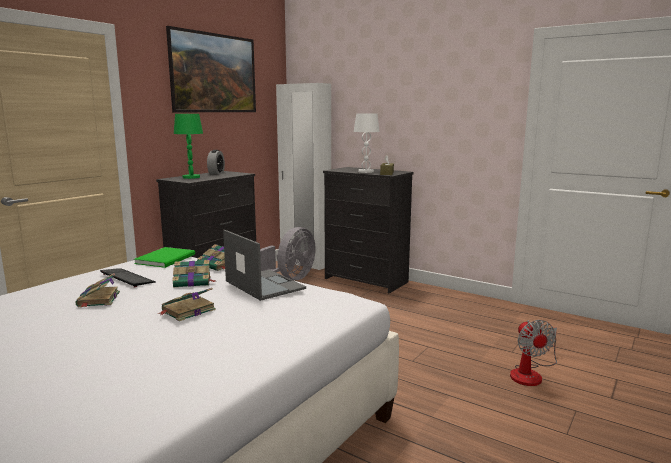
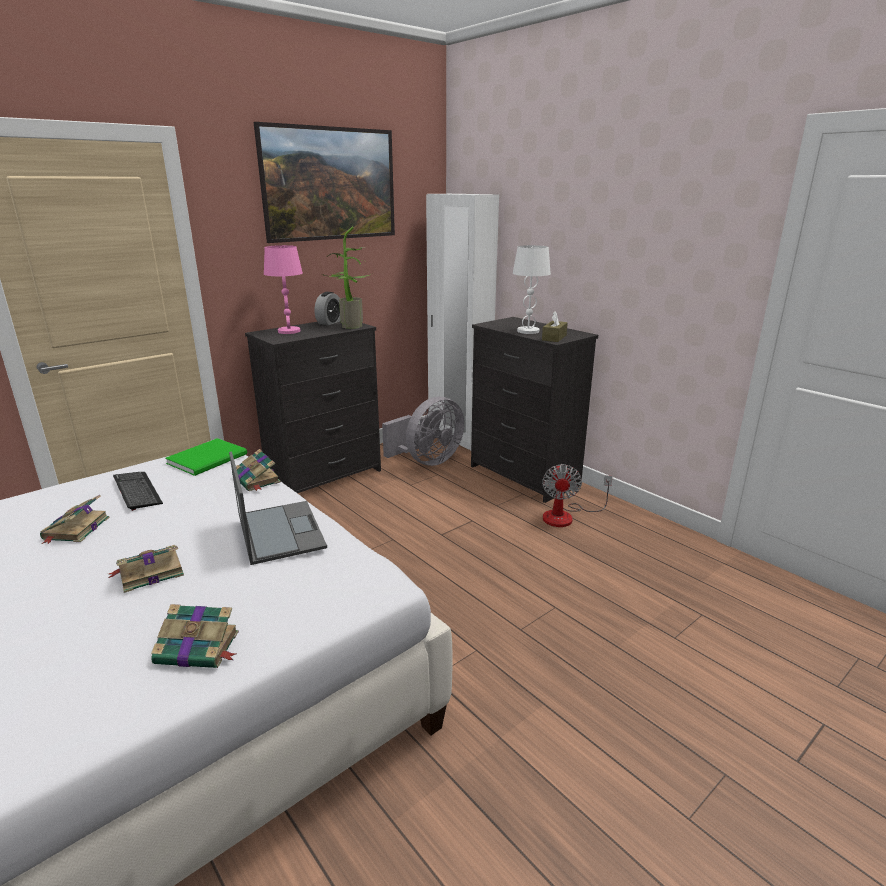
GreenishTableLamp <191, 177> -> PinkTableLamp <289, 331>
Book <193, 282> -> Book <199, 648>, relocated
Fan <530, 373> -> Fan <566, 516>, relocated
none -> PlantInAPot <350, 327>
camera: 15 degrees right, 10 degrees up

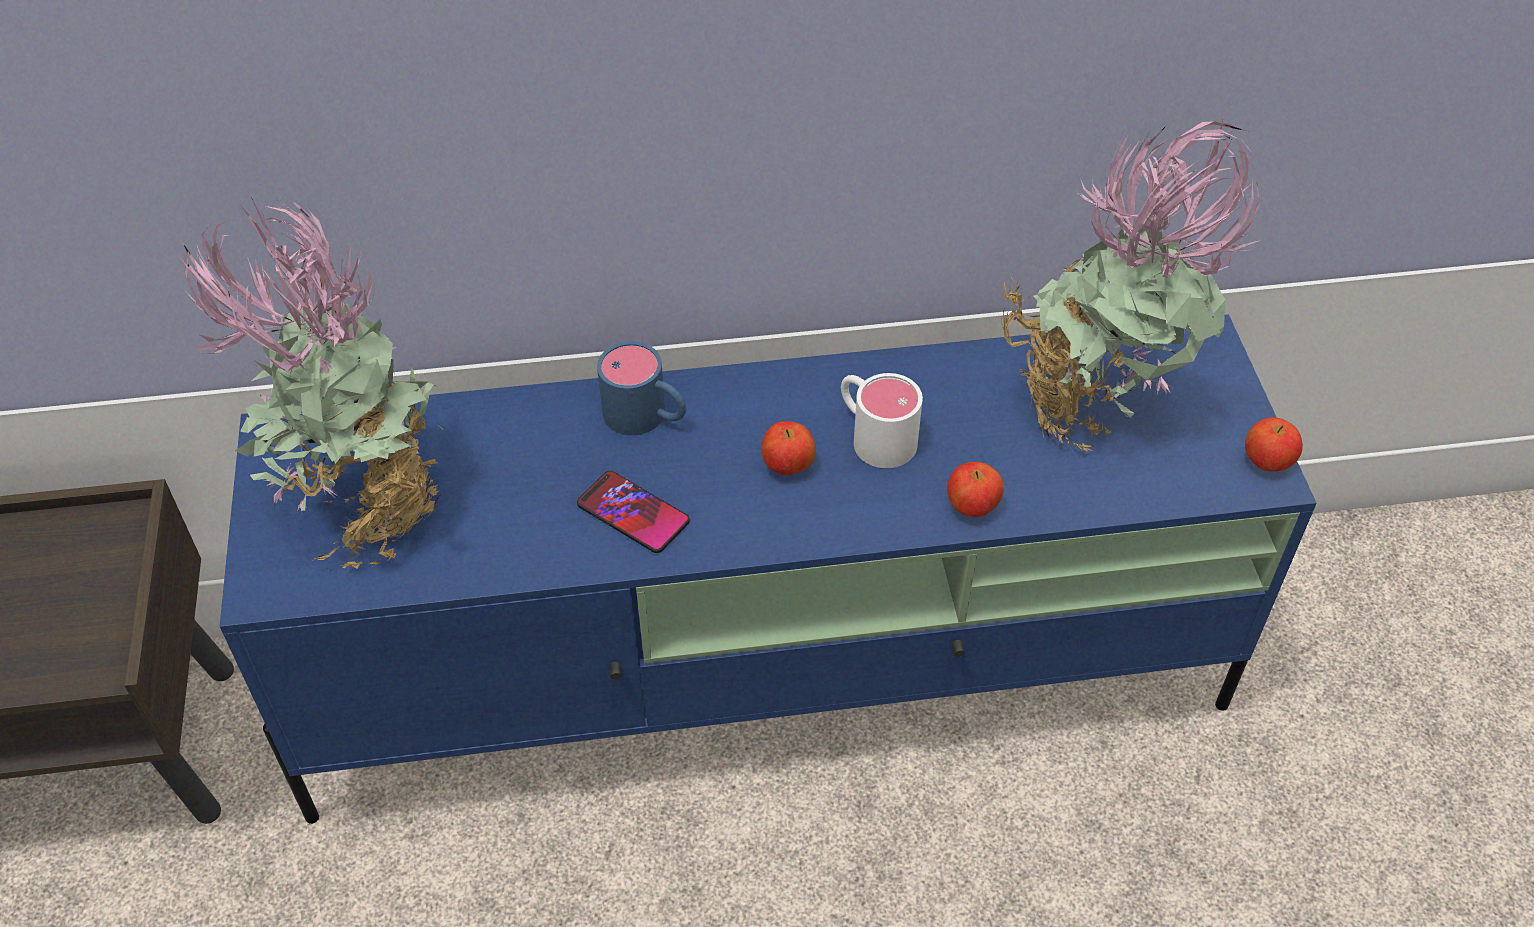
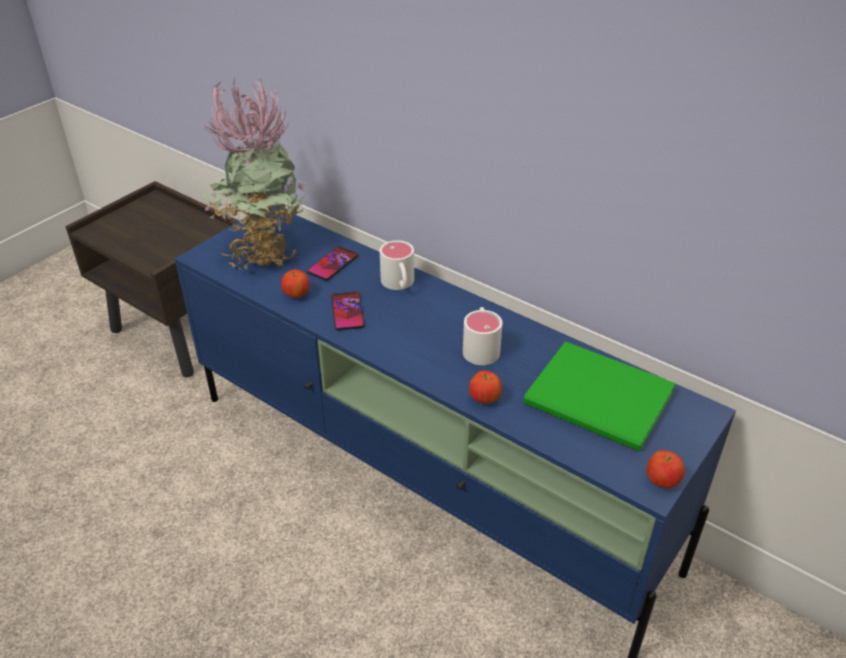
PlantInAPot <1095, 408> -> GreenishBook <601, 402>
BlueTeaMug <647, 417> -> WhitishTeaMug <399, 284>
Apple <788, 466> -> Apple <296, 295>, relocated
none -> Telephone <333, 264>
camera: 45 degrees right, 10 degrees down

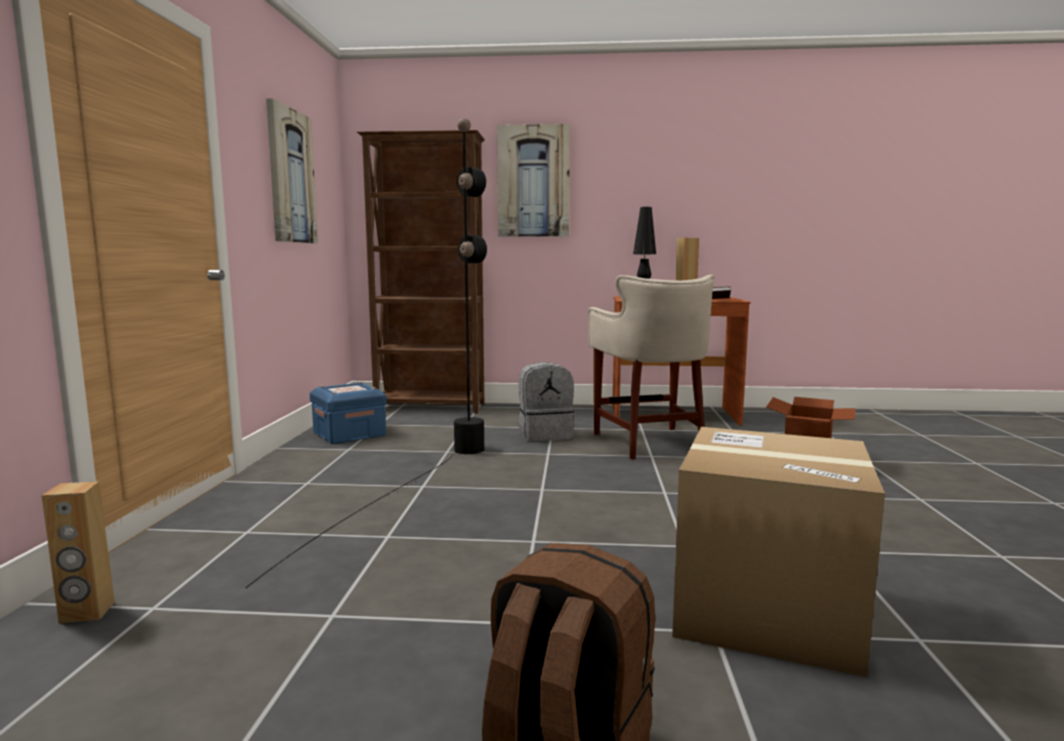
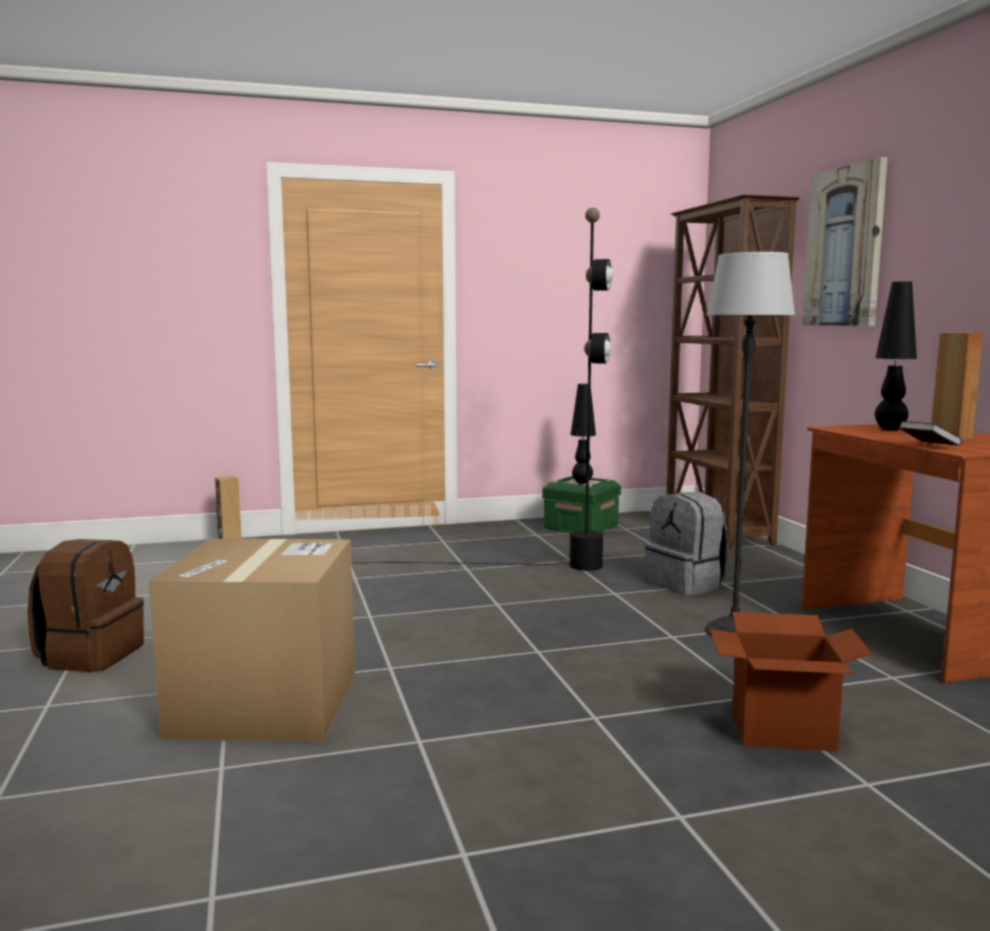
WallArt <291, 176> -> none
SandColouredSittingStool <650, 442> -> StandardLamp <733, 632>
BlueStorageBox <349, 434> -> GreenishStorageBox <581, 527>
none -> BlackColouredTableLamp <582, 482>
camera: 70 degrees right, 0 degrees up

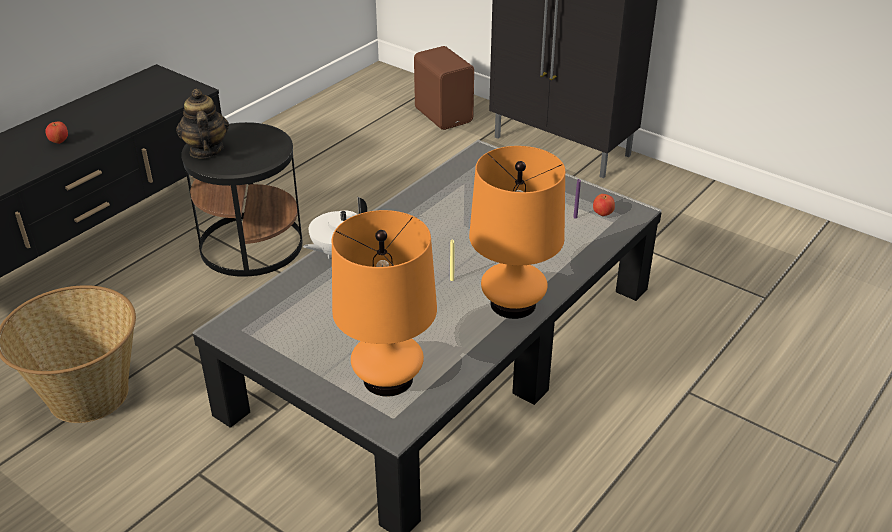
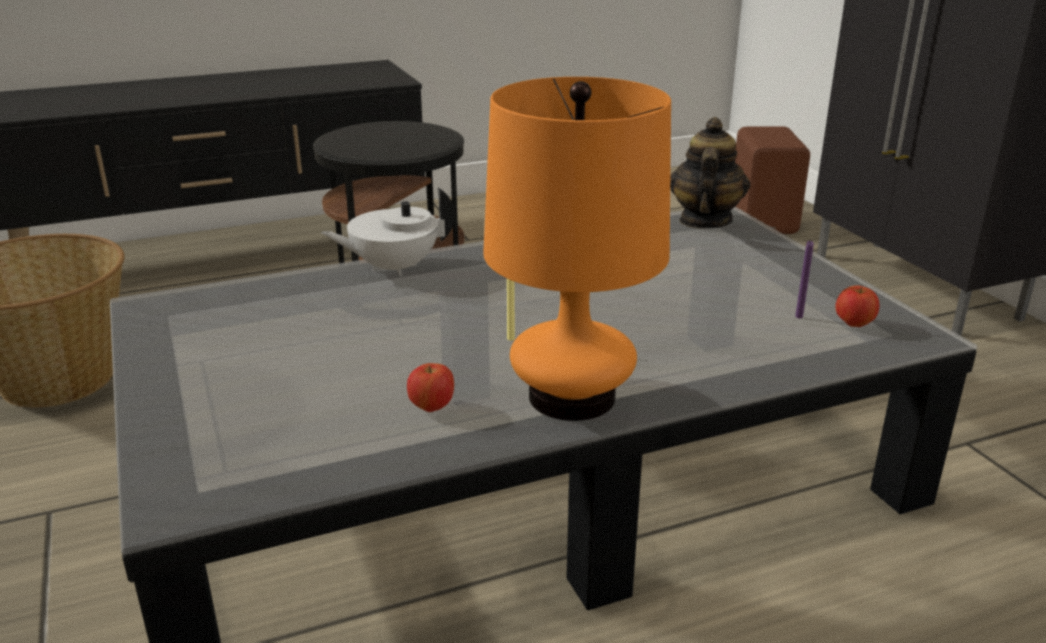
TeaPot <206, 150> -> TeaPot <704, 221>, relocated
Apple <59, 141> -> Apple <432, 407>, relocated
OrangeTableLamp <388, 379> -> none
camera: 30 degrees right, 10 degrees down

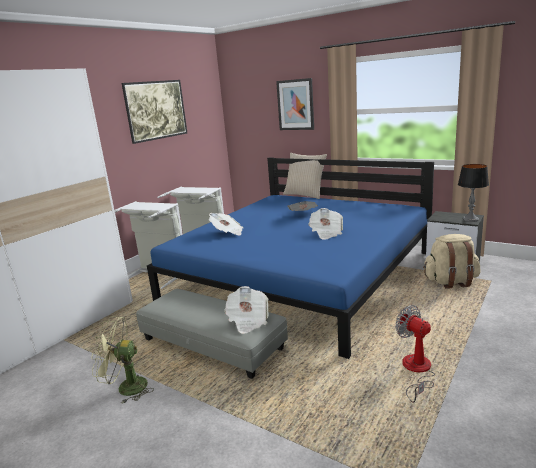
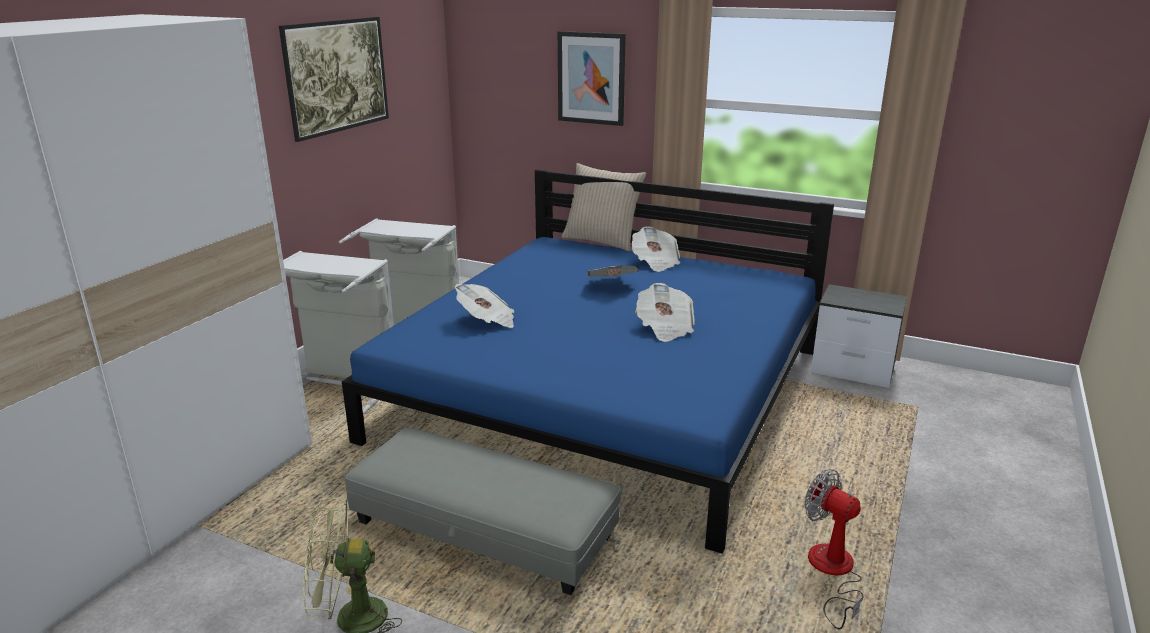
TableLamp <470, 219> -> none
SandColouredBackpack <451, 282> -> none
PrintedPaper <248, 320> -> PrintedPaper <655, 262>, relocated
camera: 10 degrees left, 5 degrees up

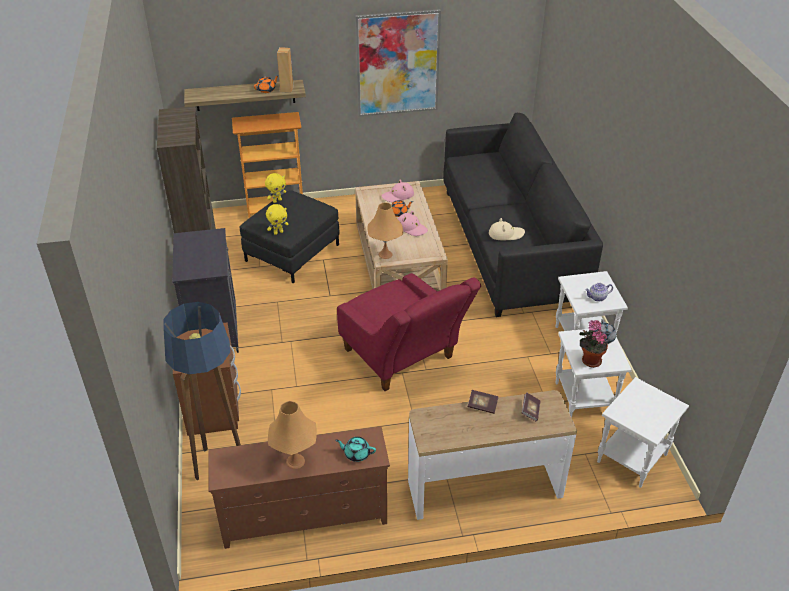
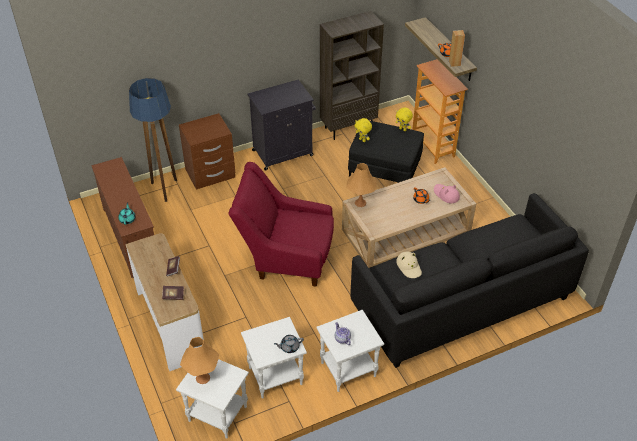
WallArt <397, 64> -> none
PinkClothingHat <411, 228> -> none
ReddishLoungeChair <403, 359> -> ReddishLoungeChair <286, 257>, 60 degrees clockwise
PlantInAPot <589, 360> -> none
OrangeTableLamp <295, 461> -> OrangeTableLamp <202, 378>, relocated
camera: 75 degrees right, 5 degrees up

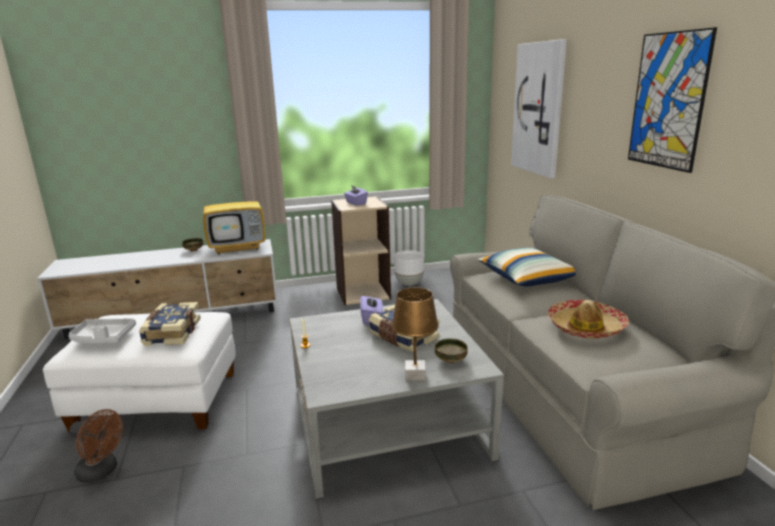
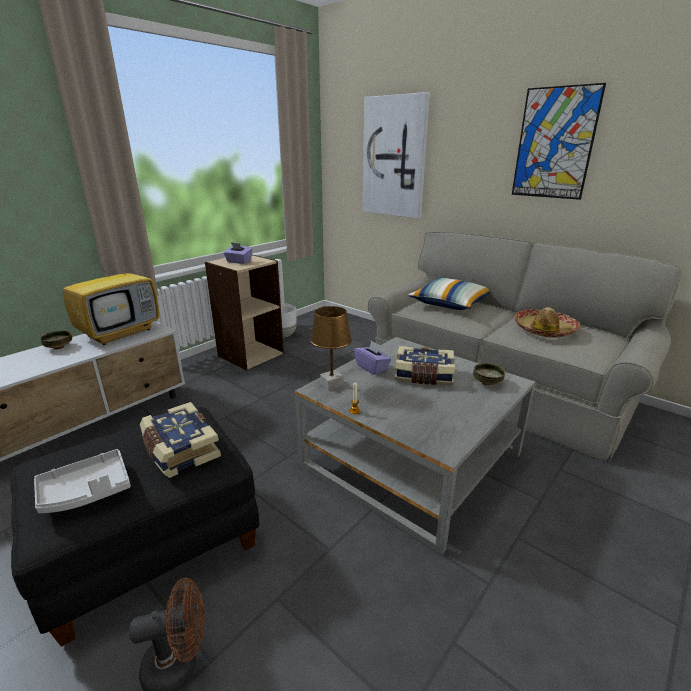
BrownishTableLamp <415, 375> -> BrownishTableLamp <331, 384>, relocated
WhitishFootrest <157, 402> -> BlackColouredFootrest <151, 545>
camera: 35 degrees left, 5 degrees up

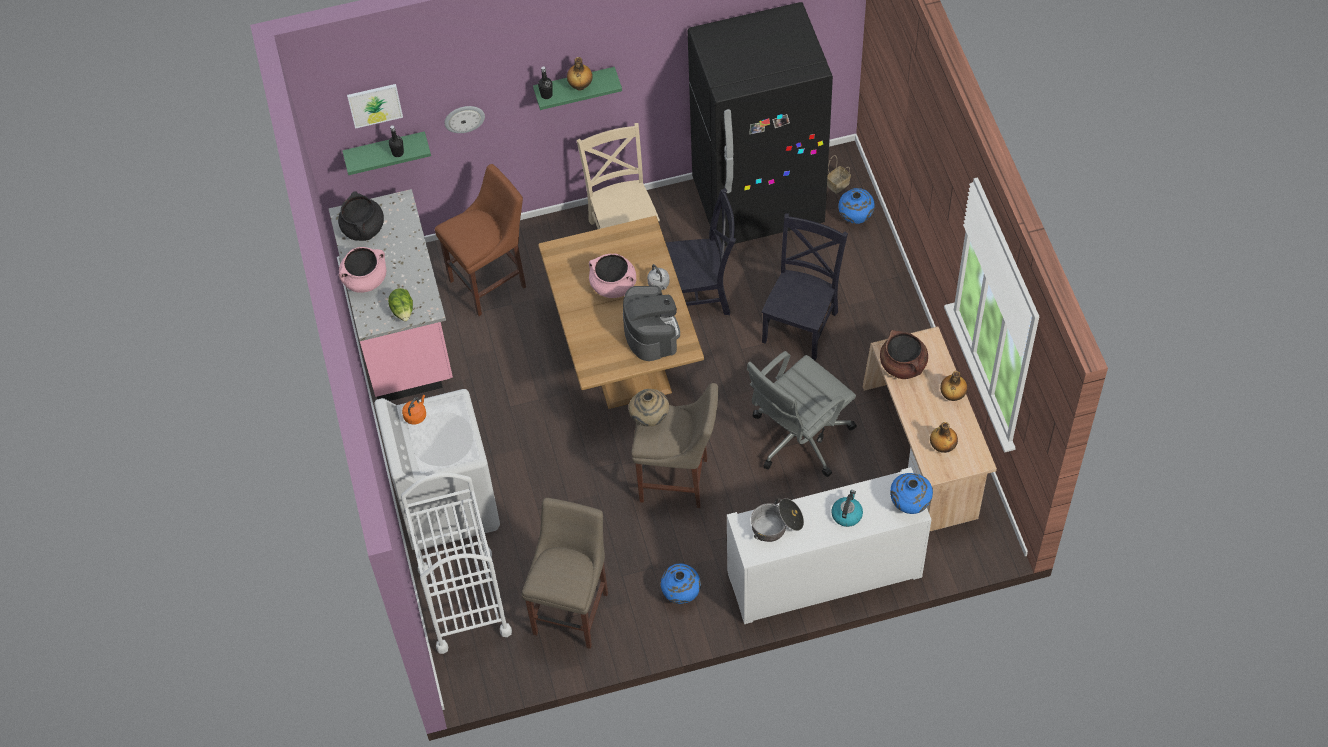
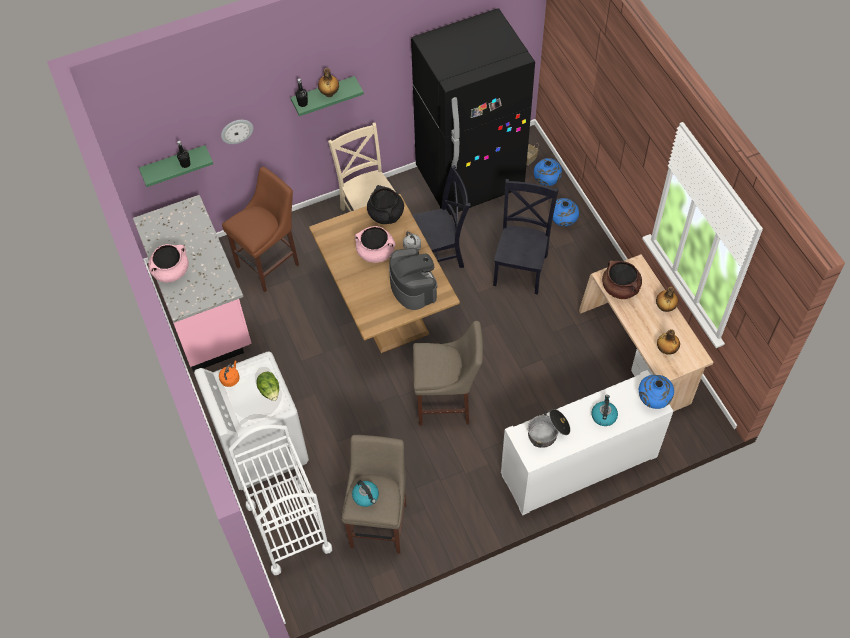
WallArt <375, 105> -> none
BlackColouredStockpot <363, 228> -> BlackColouredStockpot <386, 214>, relocated
Lettuce <403, 311> -> Lettuce <270, 391>, relocated
GreyishComputerChair <798, 437> -> none
SandColouredVase <649, 419> -> none
BlueVase <681, 594> -> BlueVase <563, 222>, relocated
none -> TeaKettle <366, 496>
camera: 10 degrees left, 0 degrees up

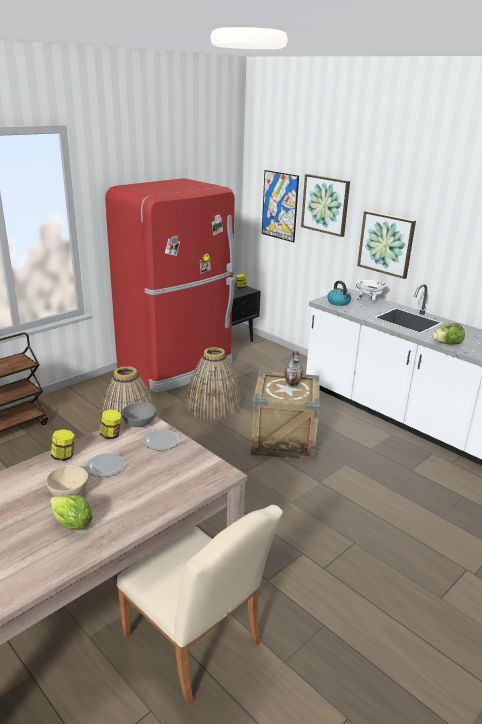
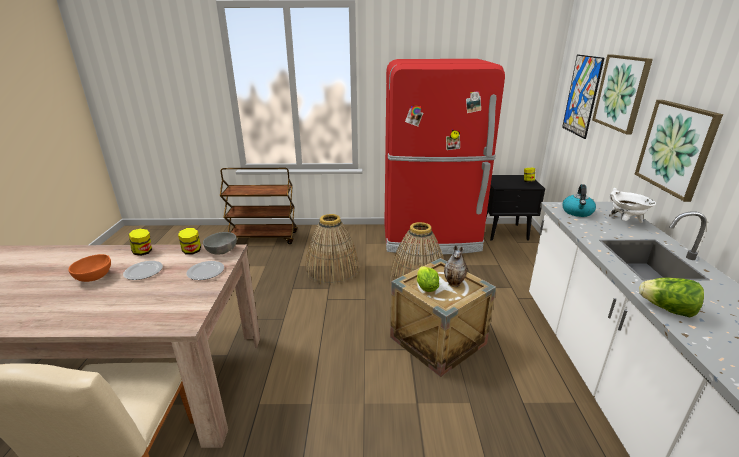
SandColouredBowl <69, 491> -> OrangeBowl <96, 277>
Lettuce <72, 524> -> Lettuce <426, 287>, relocated
camera: 45 degrees right, 0 degrees up

